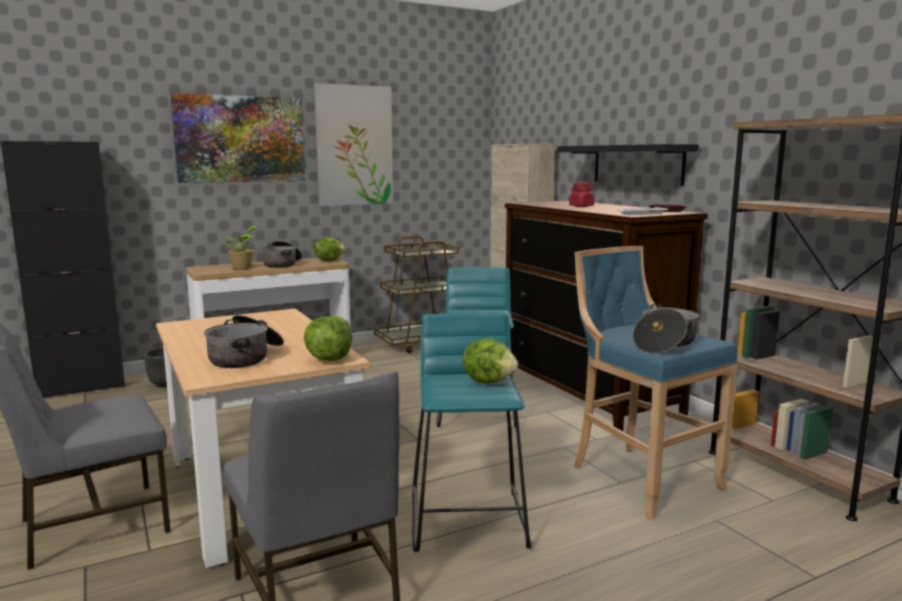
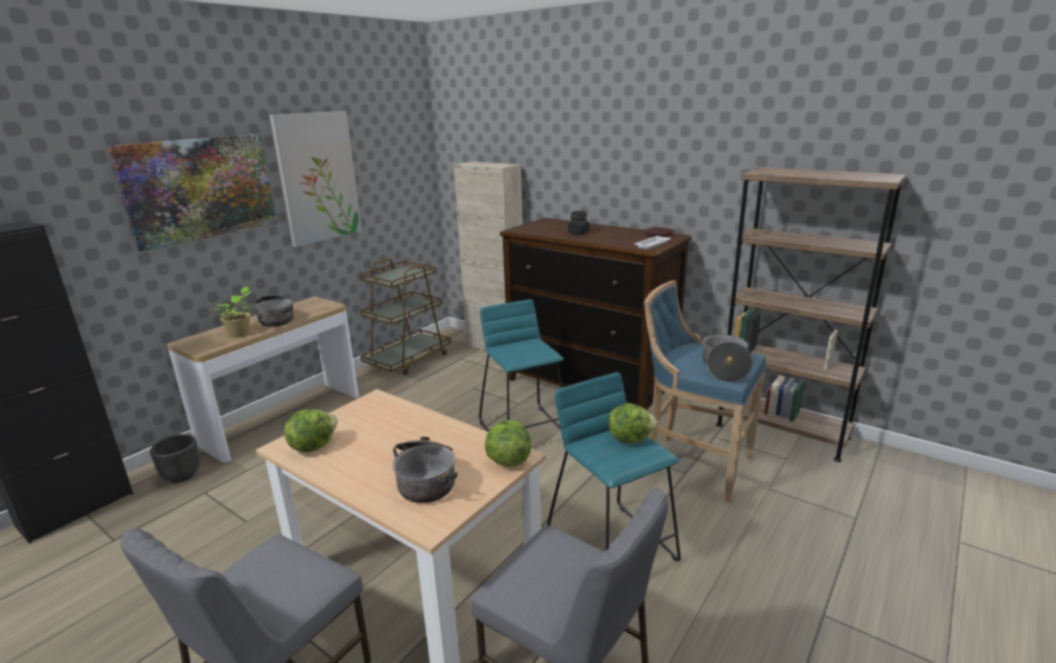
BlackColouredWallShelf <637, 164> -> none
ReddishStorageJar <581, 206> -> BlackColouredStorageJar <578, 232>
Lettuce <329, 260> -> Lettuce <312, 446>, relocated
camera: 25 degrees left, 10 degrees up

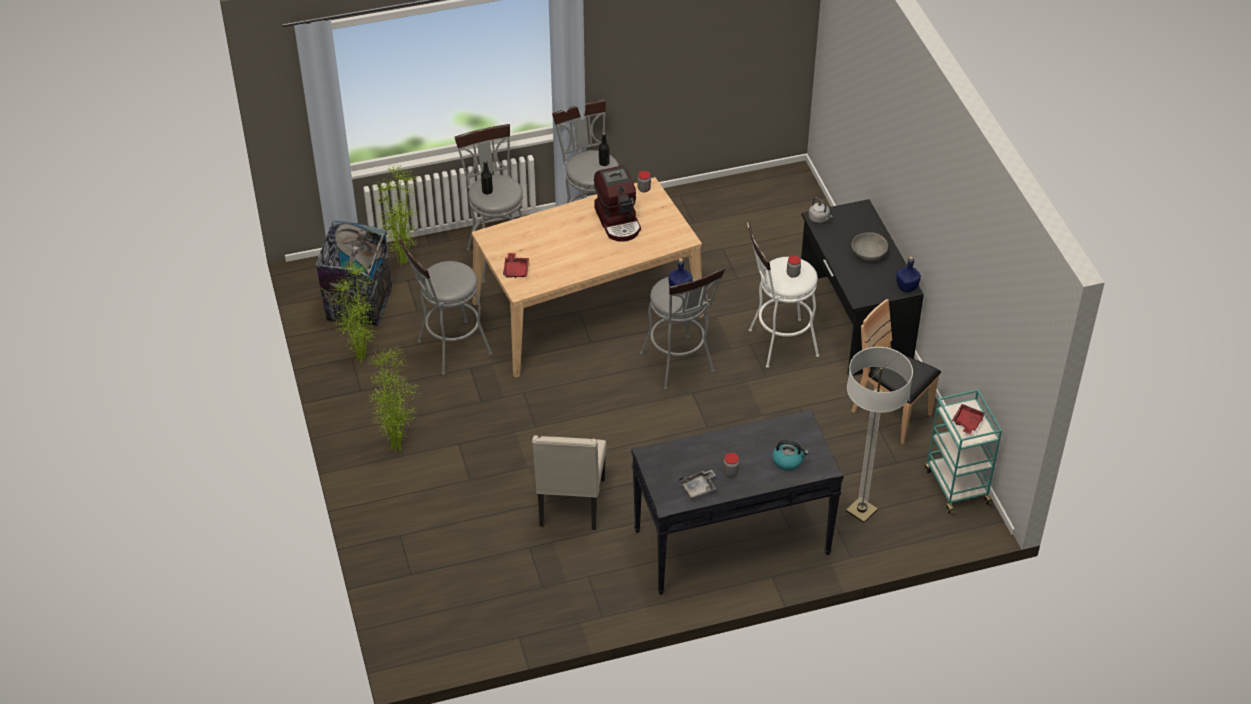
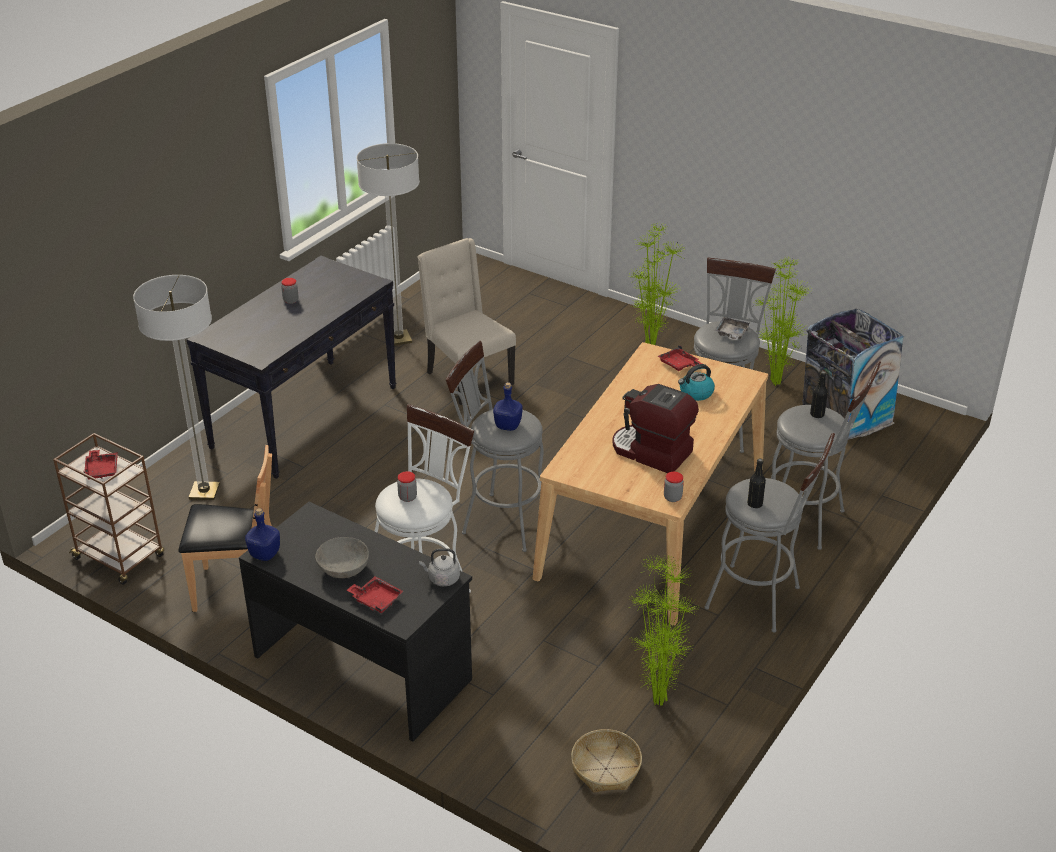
PlantInAPot <404, 262> -> PlantInAPot <656, 701>, relocated
BlueGreenWheeledCart <956, 486> -> BrownishWheeledCart <120, 558>
TeaKettle <788, 461> -> TeaKettle <696, 393>, relocated
GreyishServingTray <698, 488> -> GreyishServingTray <731, 334>, relocated
none -> StandardLamp <399, 339>
none -> ReddishServingTray <376, 599>
none -> StorageBasket <605, 769>
camera: 140 degrees right, 10 degrees down

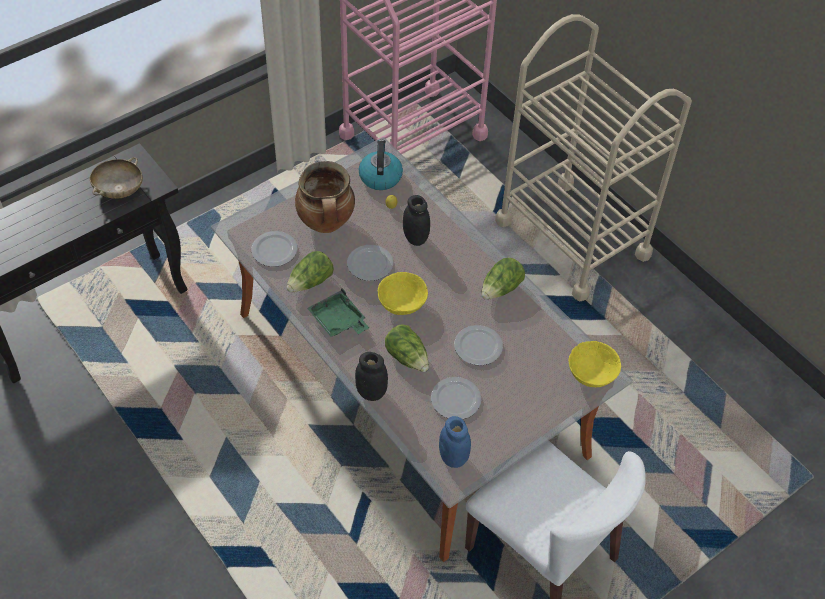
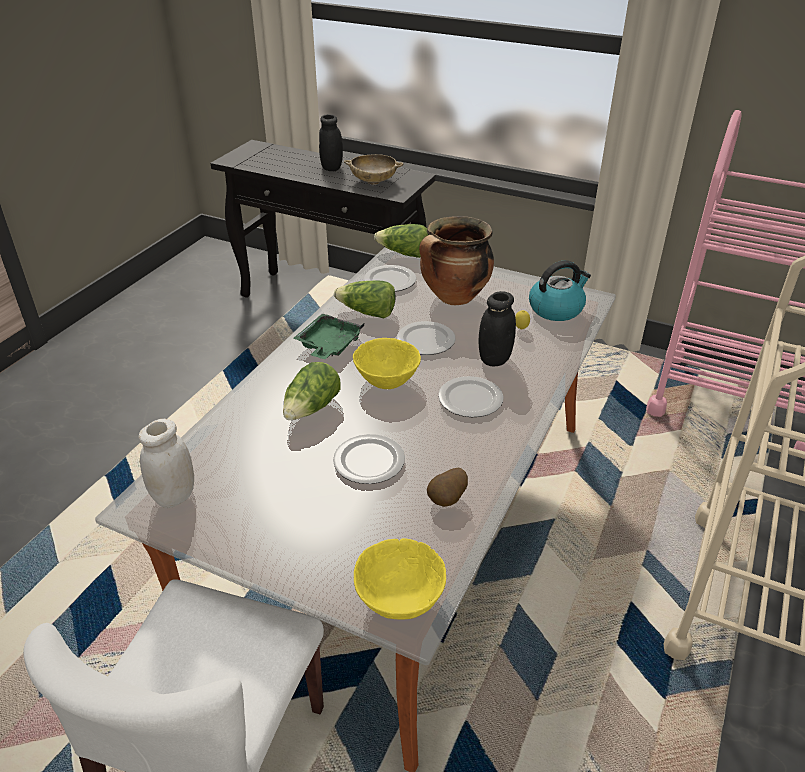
Lettuce <501, 289> -> Lettuce <404, 254>, relocated
BlackColouredStorageJar <371, 392> -> BlackColouredStorageJar <331, 168>, relocated
FlatDish <456, 399> -> FlatDish <471, 400>, relocated
BlueStorageJar <453, 457> -> WhitishStorageJar <174, 496>
none -> Spud <448, 500>
camera: 65 degrees right, 15 degrees down

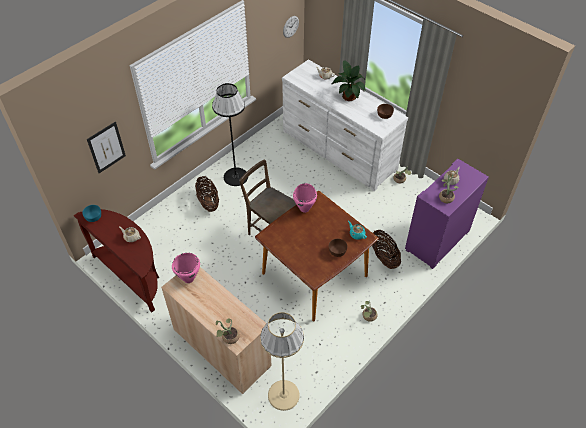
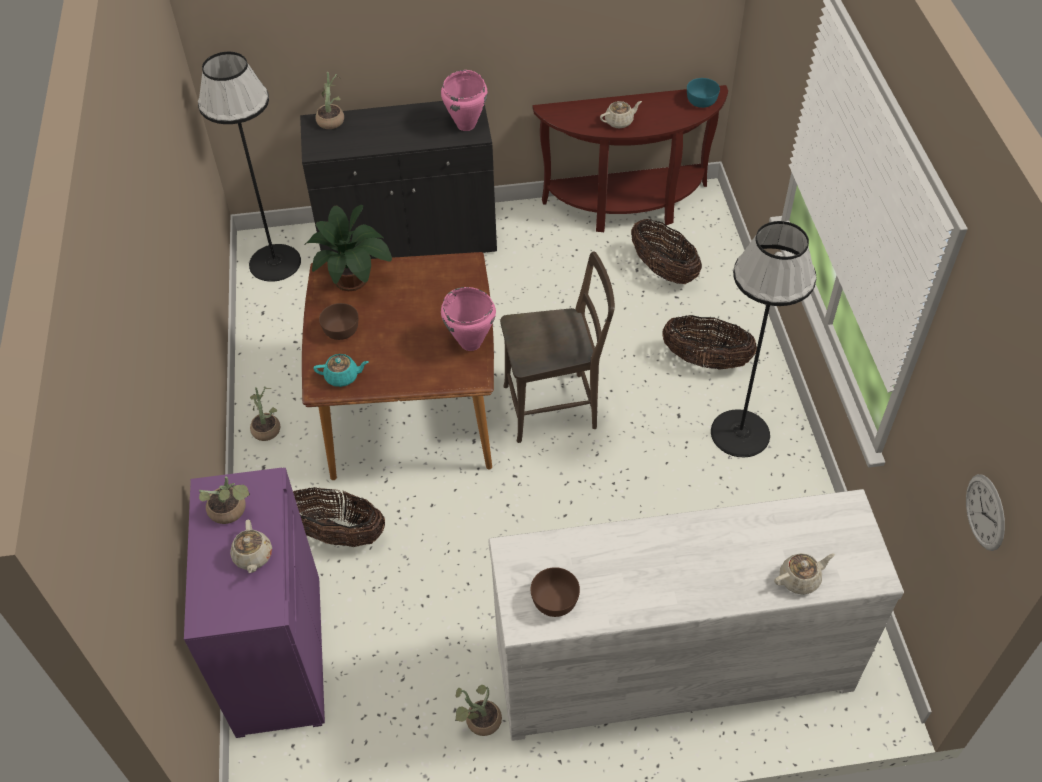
PlantInAPot <348, 95> -> PlantInAPot <354, 280>, relocated
WallArt <106, 147> -> none
SandColouredCupboard <222, 348> -> BlackColouredCupboard <409, 240>
SandColouredStandardLamp <283, 395> -> BlackColouredStandardLamp <275, 262>
none -> StorageBasket <663, 270>
camera: 130 degrees right, 0 degrees up

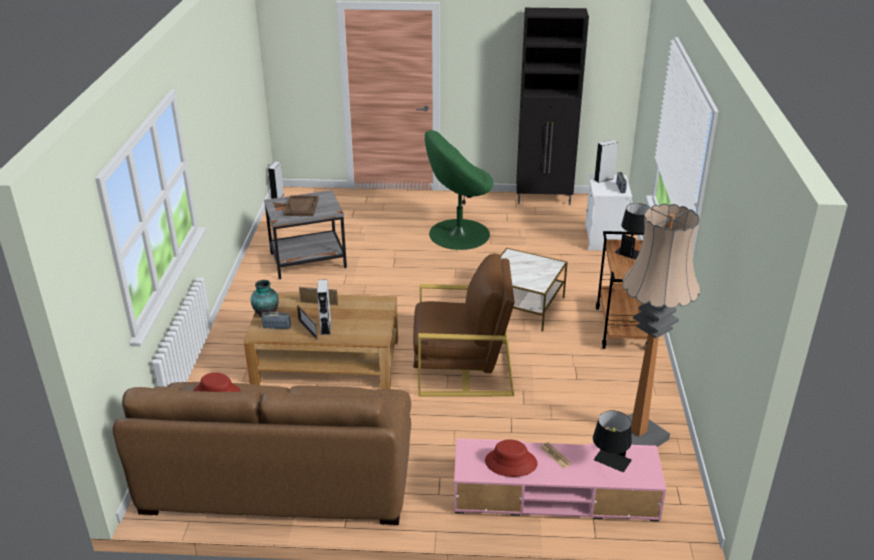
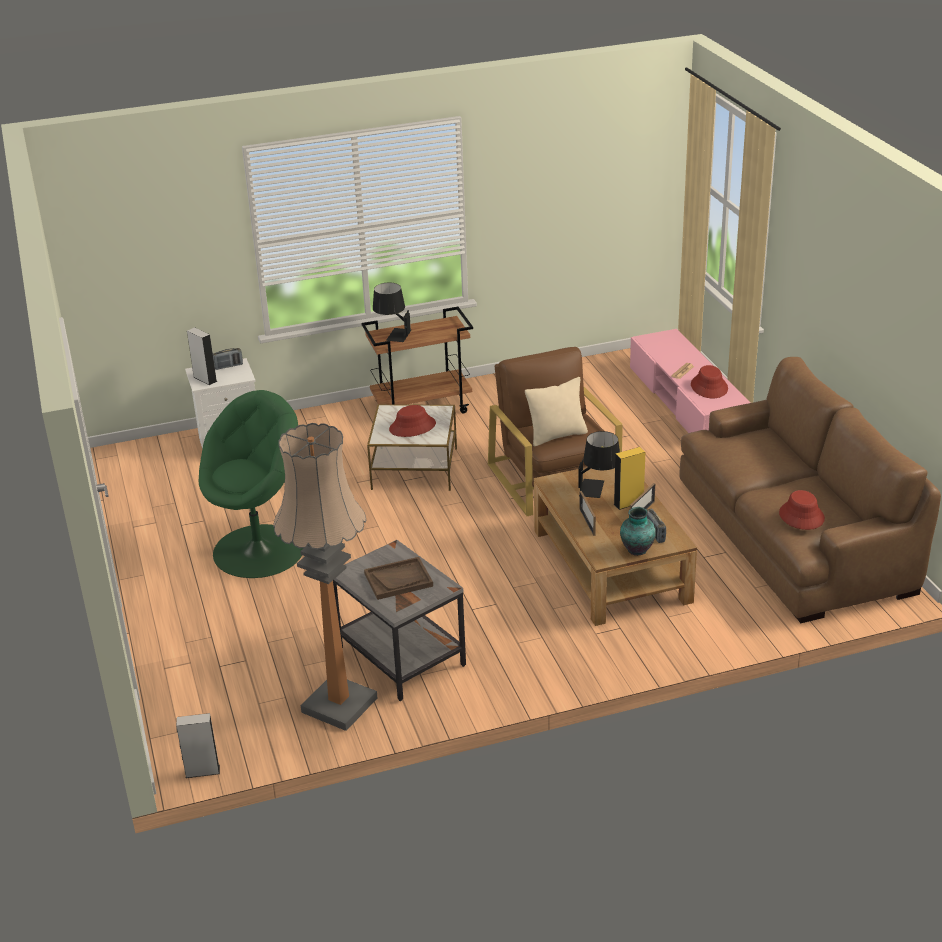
BlackColouredCupboard <544, 199> -> none
GreenishLoungeChair <458, 234> -> GreenishLoungeChair <260, 550>, 90 degrees counterclockwise
StandardLamp <637, 437> -> StandardLamp <339, 705>, relocated
GreyishAudioSpeaker <325, 327> -> YellowAudioSpeaker <628, 503>
BlackColouredTableLamp <609, 464> -> BlackColouredTableLamp <599, 488>, relocated
none -> SandColouredPillow <557, 435>
none -> ReddishClothingHat <412, 427>
camera: 110 degrees left, 0 degrees up

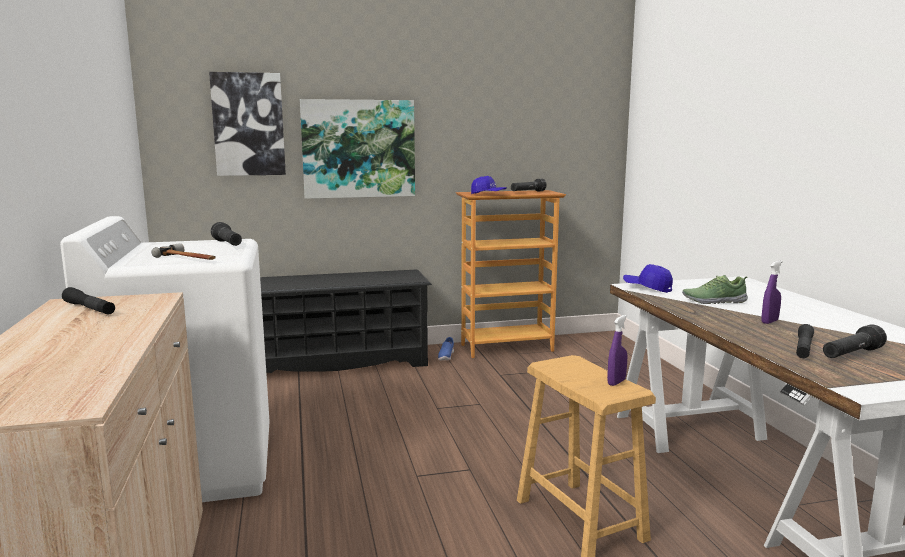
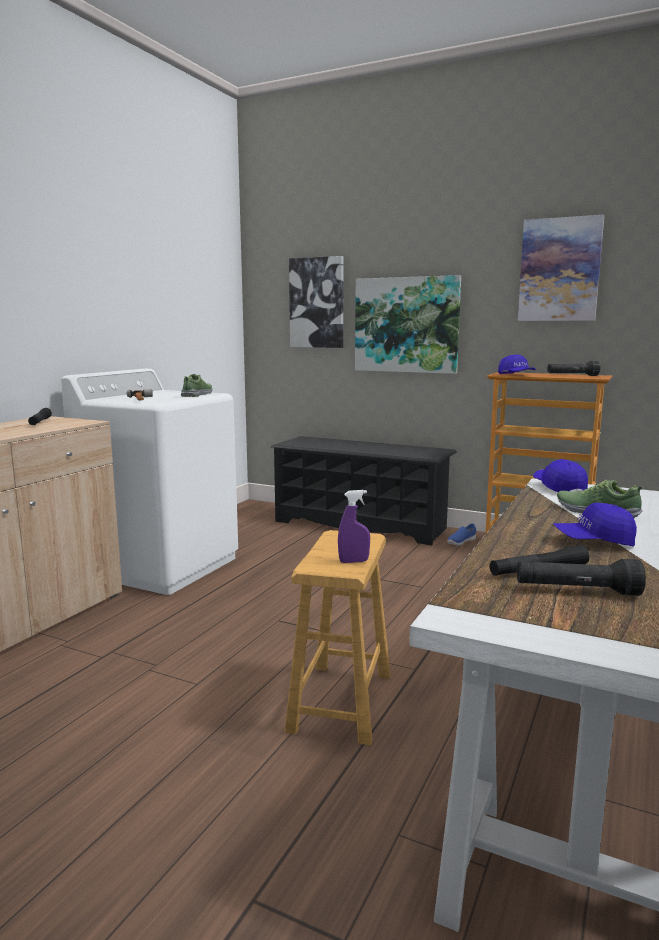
BlackColouredHandTorch <228, 244> -> ItemOfFootwear <197, 395>
PurpleHandSprayer <769, 321> -> BlueBaseballCap <594, 542>
none -> WallArt <559, 270>
camera: 40 degrees right, 0 degrees up

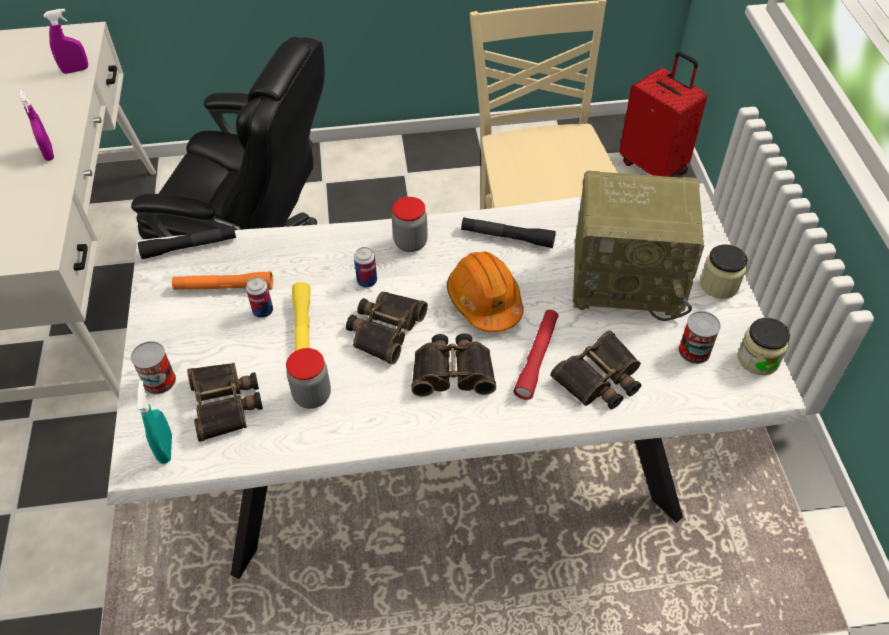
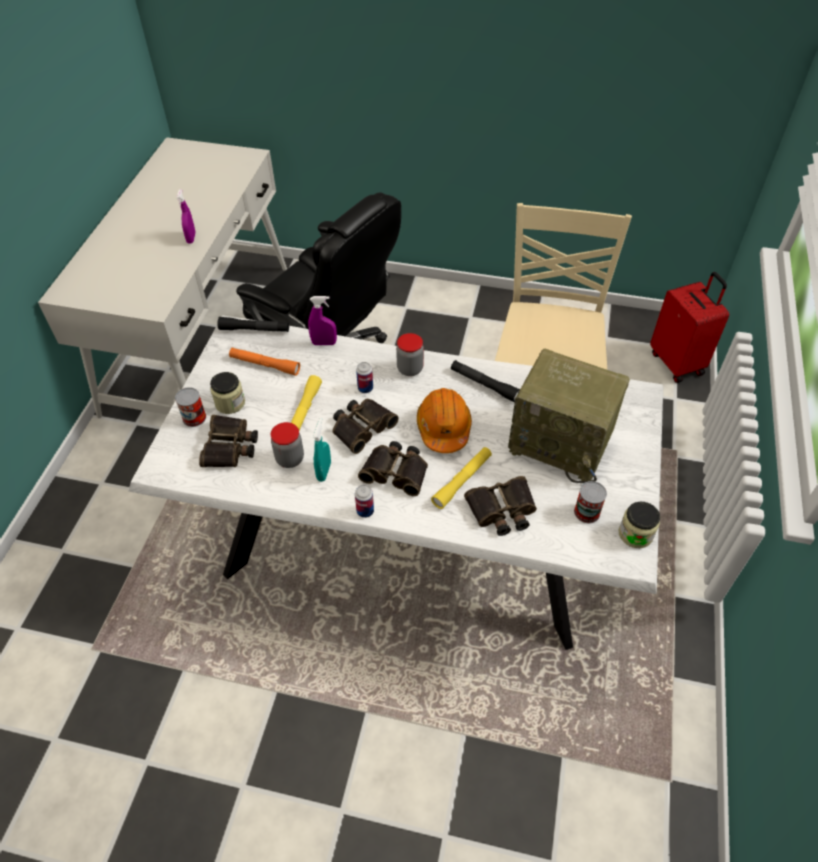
PurpleHandSprayer <75, 70> -> PurpleHandSprayer <324, 343>, relocated
StorageJar <719, 284> -> StorageJar <230, 403>, relocated
MetalCan <263, 311> -> MetalCan <365, 511>, relocated
ReddishHandTorch <537, 358> -> YellowHandTorch <462, 481>
BlueGreenHandSprayer <165, 448> -> BlueGreenHandSprayer <324, 471>, relocated
camera: 20 degrees right, 0 degrees up

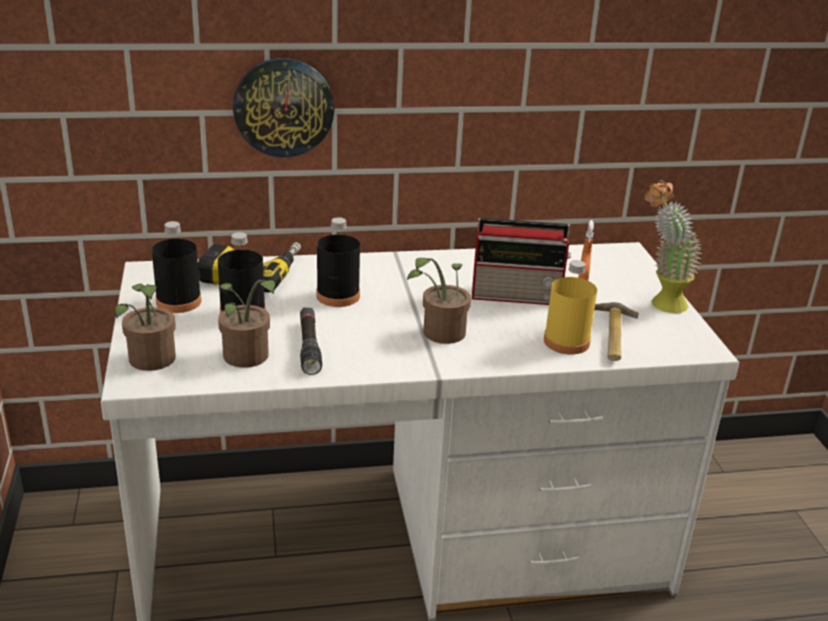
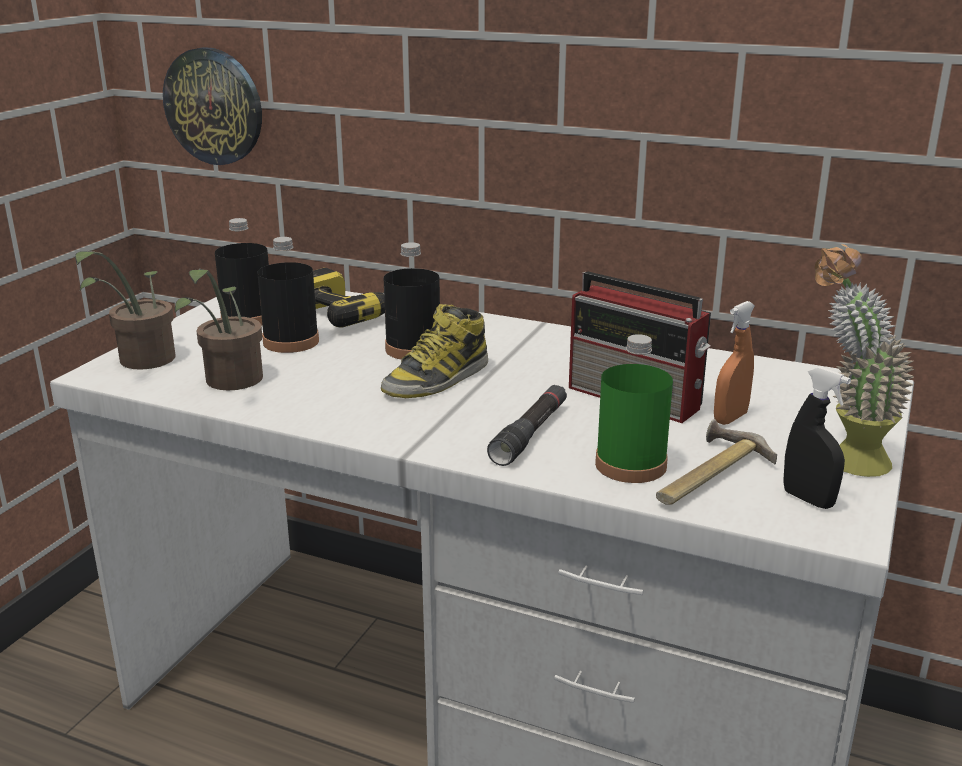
ClockOnTheWall <283, 107> -> ClockOnTheWall <214, 106>, relocated
PlantInAPot <439, 335> -> none
YellowBeverageBottle <566, 342> -> GreenishBeverageBottle <630, 465>
BlackColouredHandTorch <309, 346> -> BlackColouredHandTorch <530, 434>, relocated
none -> TallBoot <437, 379>
none -> BlackColouredHandSprayer <808, 499>
camera: 35 degrees right, 5 degrees down

